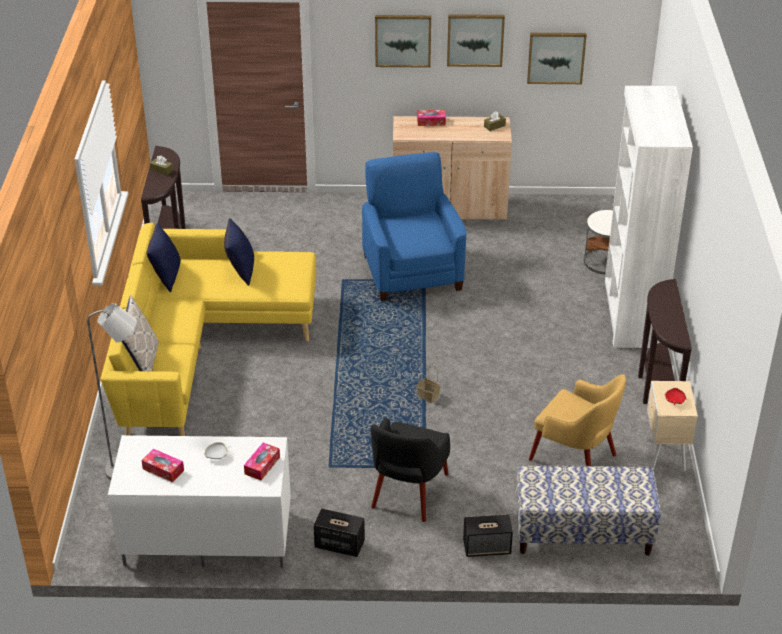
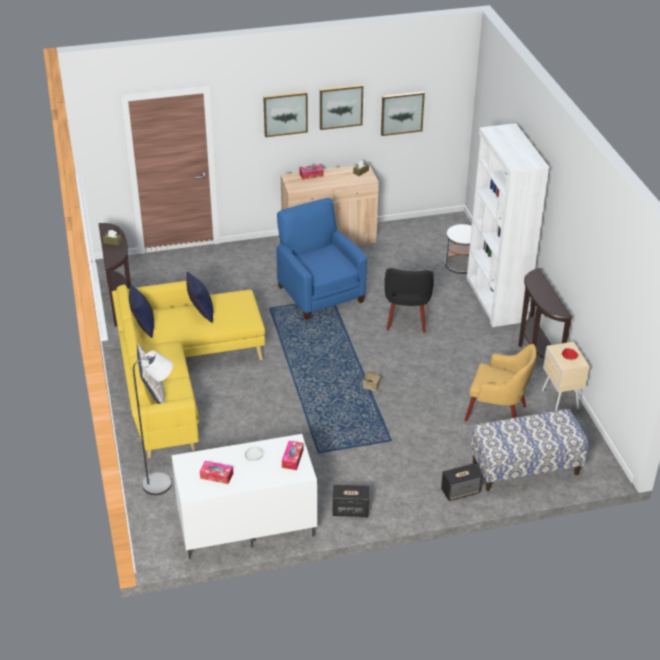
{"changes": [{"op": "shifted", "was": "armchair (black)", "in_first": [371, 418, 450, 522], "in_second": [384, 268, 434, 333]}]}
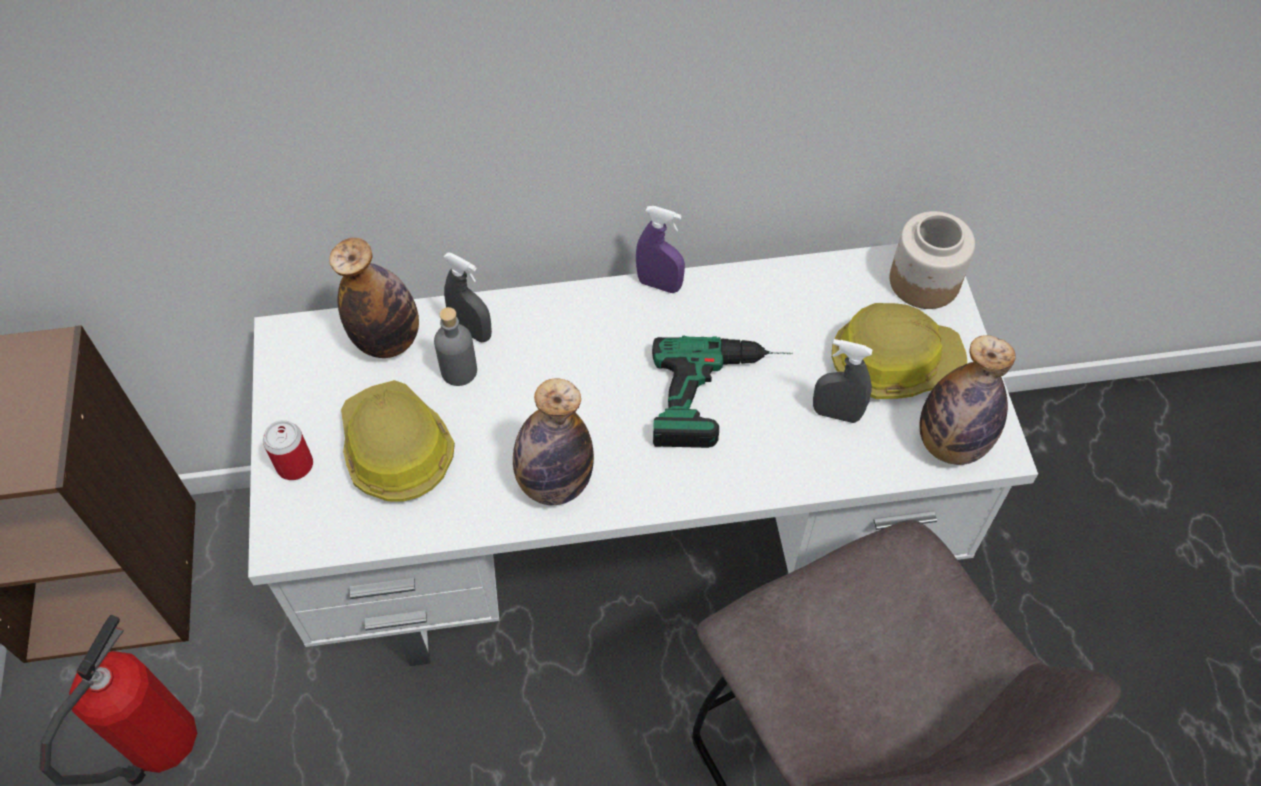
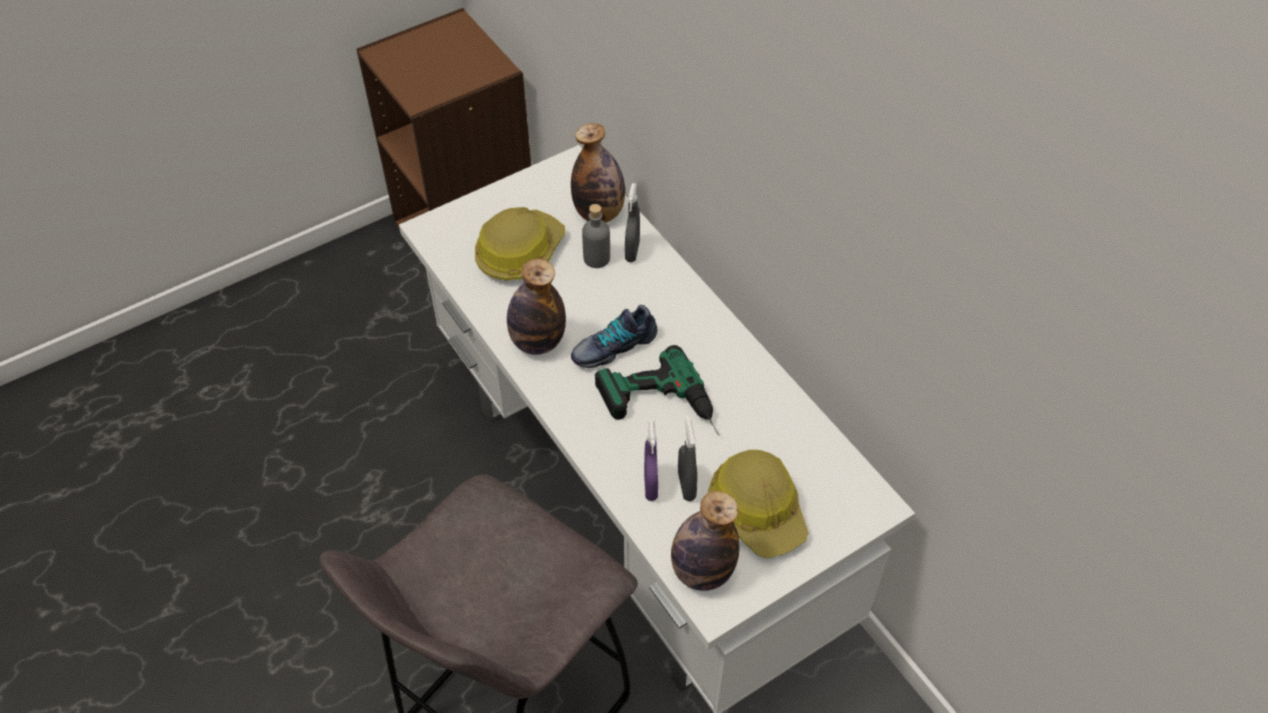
{"changes": [{"op": "new", "now": "low shoe", "in_second": [571, 305, 657, 368]}, {"op": "shifted", "was": "hand sprayer (purple)", "in_first": [636, 206, 685, 293], "in_second": [644, 420, 658, 501]}, {"op": "gone", "was": "fire-fighting cylinder", "in_first": [39, 615, 197, 785]}, {"op": "gone", "was": "metal can", "in_first": [263, 420, 313, 480]}, {"op": "gone", "was": "jar", "in_first": [890, 211, 975, 309]}]}
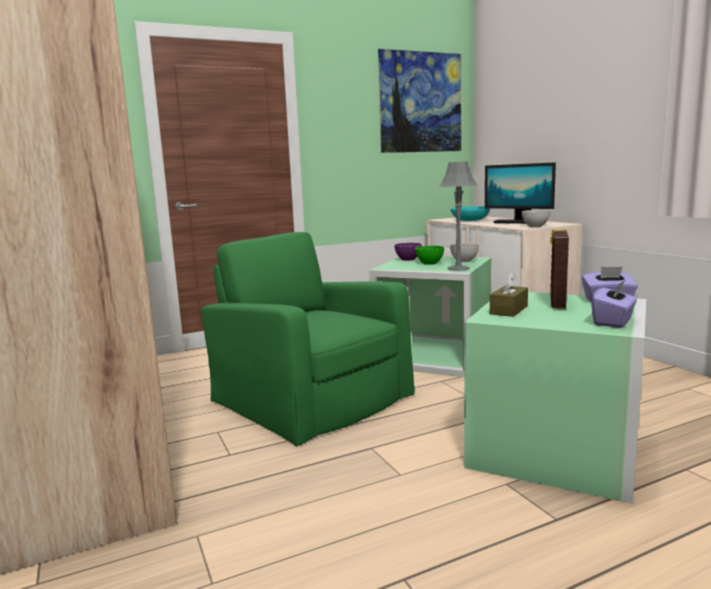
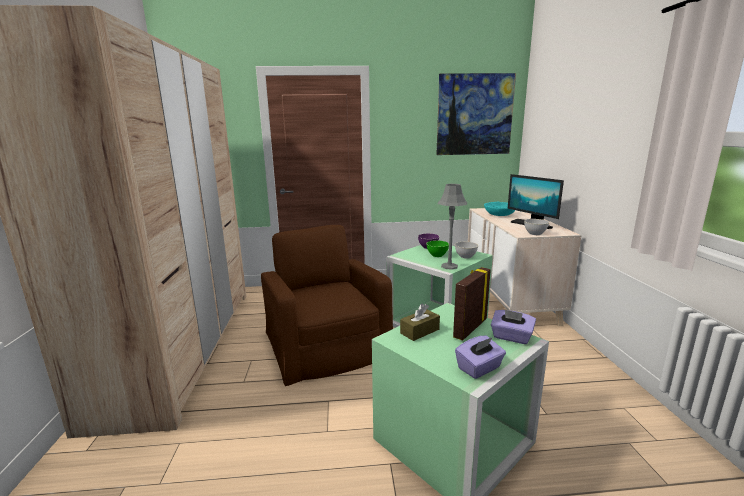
{"changes": [{"op": "repainted", "was": "armchair (green-coloured)", "now": "armchair (brown)", "in_first": [201, 232, 415, 447], "in_second": [261, 225, 393, 386]}]}
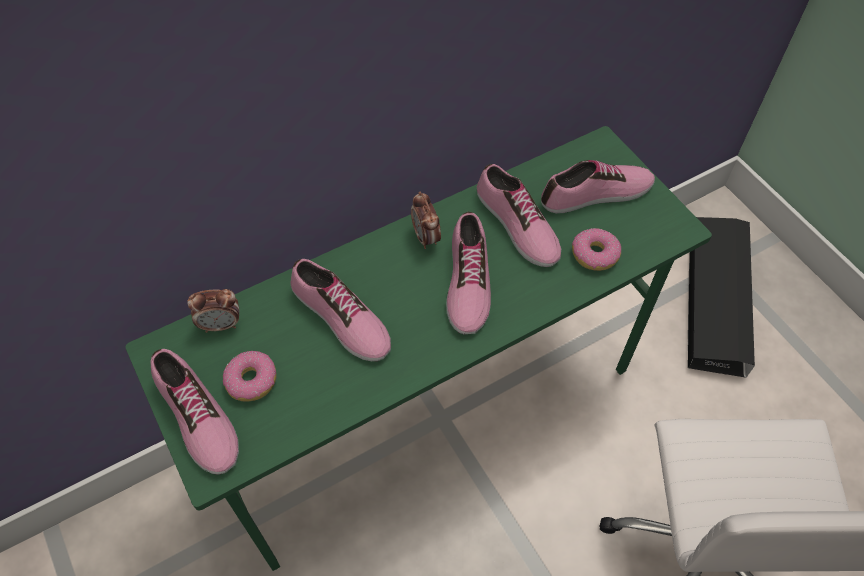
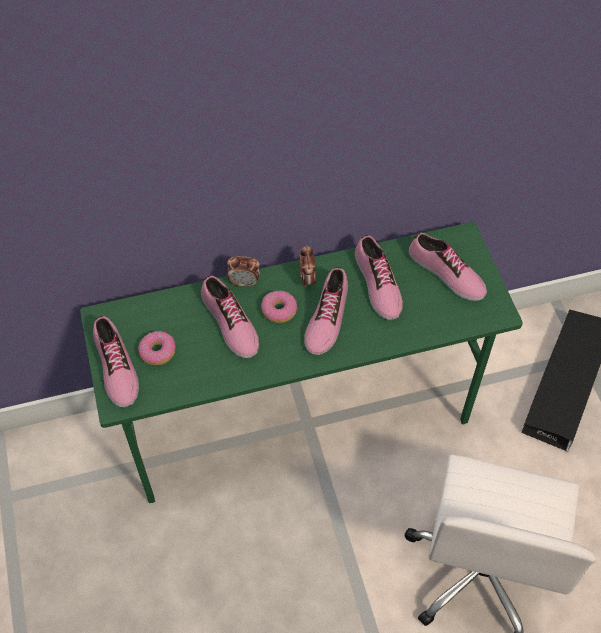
{"changes": [{"op": "shifted", "was": "bedside clock", "in_first": [188, 289, 239, 333], "in_second": [227, 256, 260, 287]}, {"op": "shifted", "was": "donut", "in_first": [572, 228, 621, 271], "in_second": [261, 291, 297, 323]}, {"op": "rotated", "was": "low shoe", "in_first": [541, 160, 655, 213], "in_second": [409, 233, 487, 301], "clockwise": 45}]}
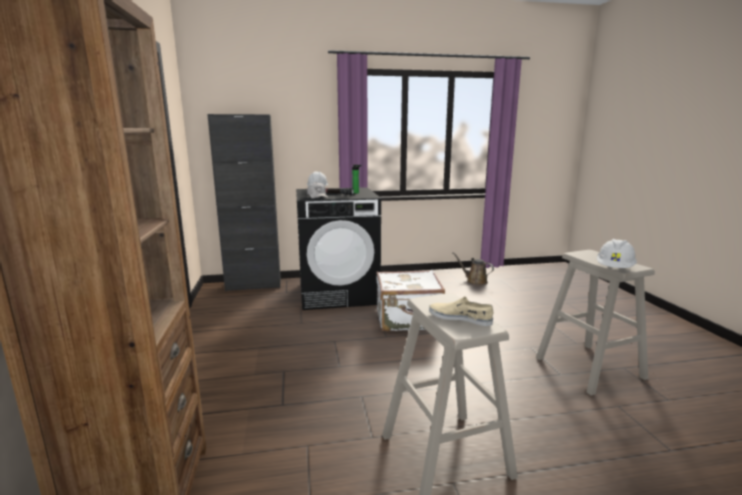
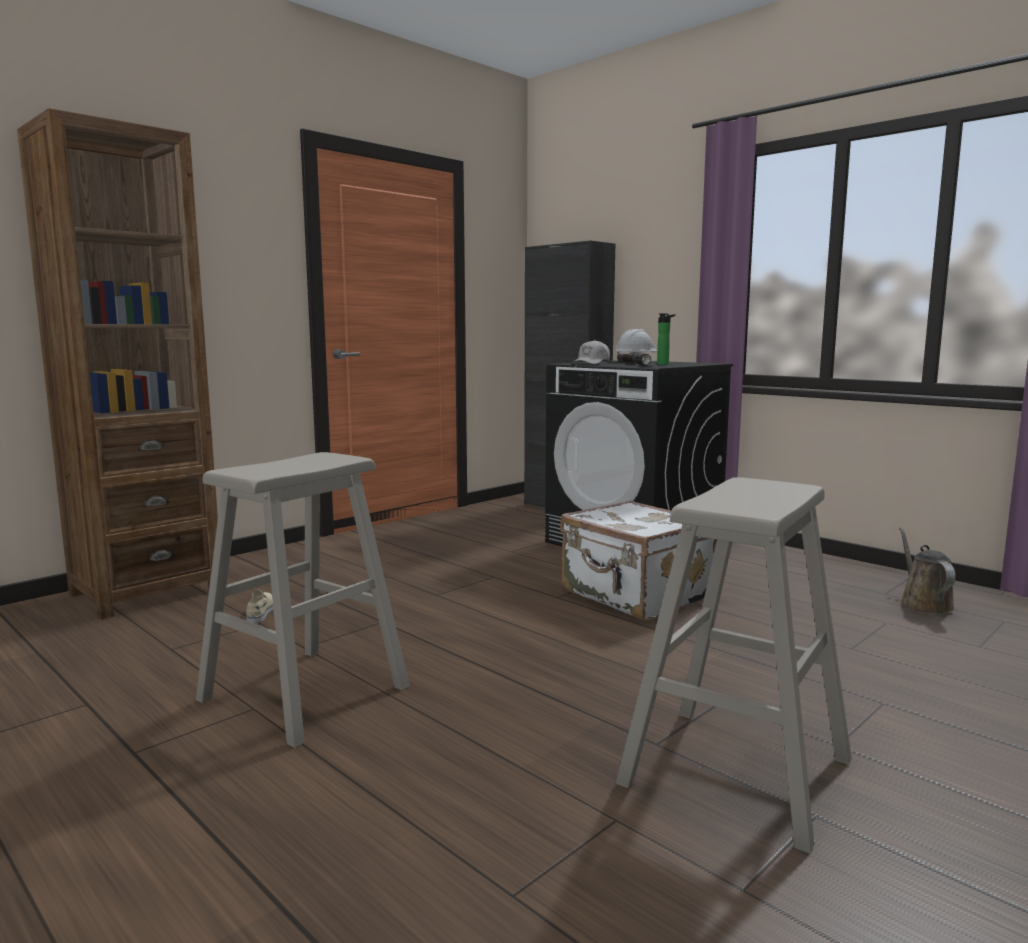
{"changes": [{"op": "shifted", "was": "low shoe (beige)", "in_first": [429, 297, 494, 326], "in_second": [246, 589, 273, 623]}, {"op": "gone", "was": "hard hat (white-coloured)", "in_first": [597, 239, 637, 268]}]}
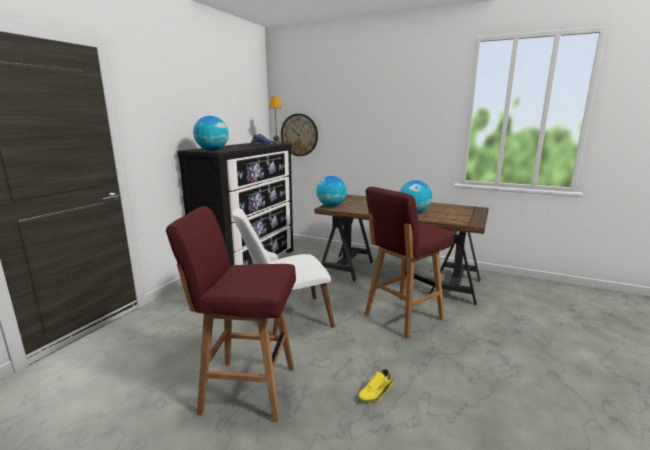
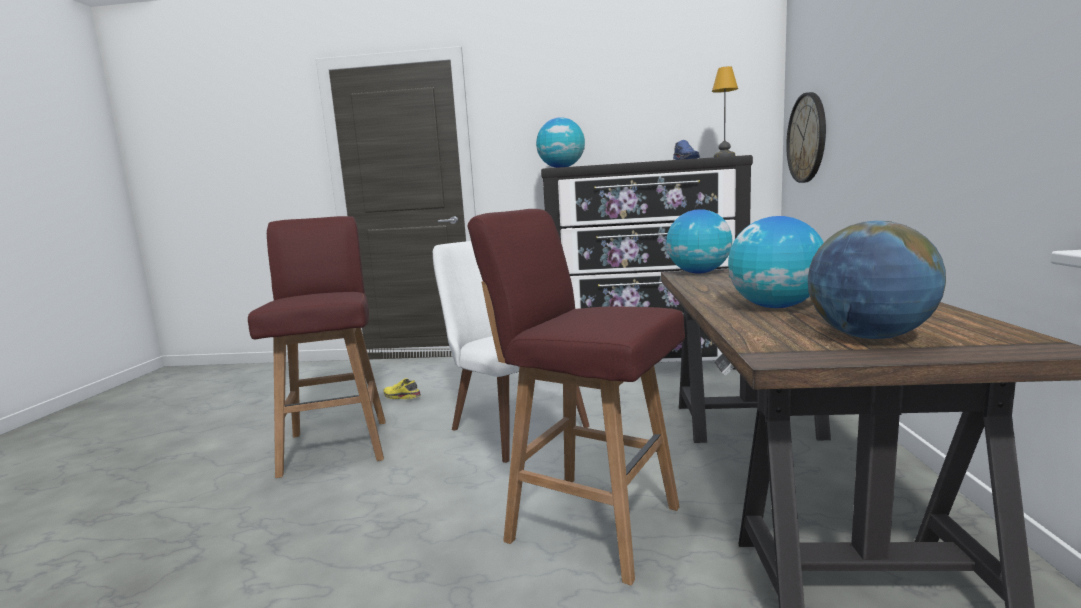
{"changes": [{"op": "shifted", "was": "low shoe (yellowish)", "in_first": [358, 369, 394, 403], "in_second": [383, 378, 421, 399]}, {"op": "new", "now": "desk globe", "in_second": [808, 221, 946, 339]}]}
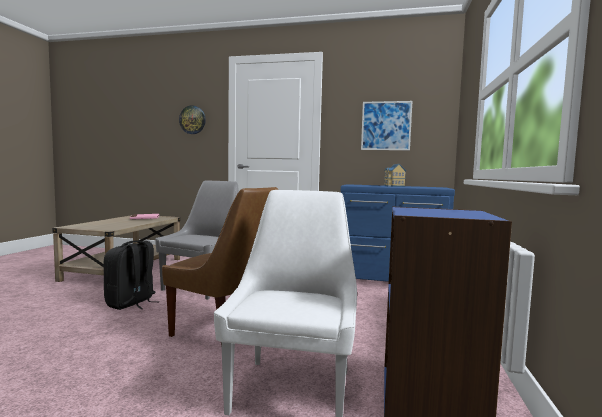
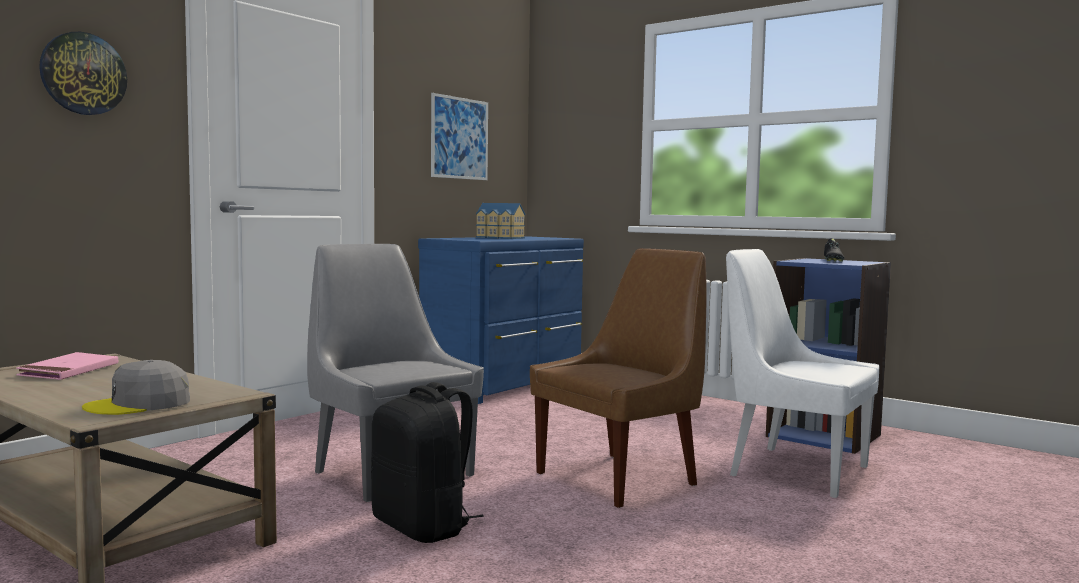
{"changes": [{"op": "new", "now": "cap (gray)", "in_second": [82, 360, 190, 415]}, {"op": "new", "now": "low shoe (black)", "in_second": [824, 238, 845, 262]}]}
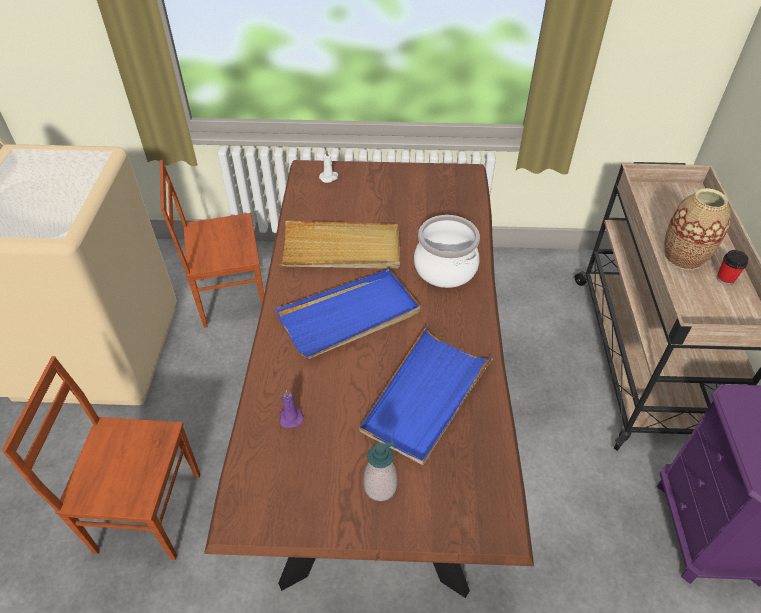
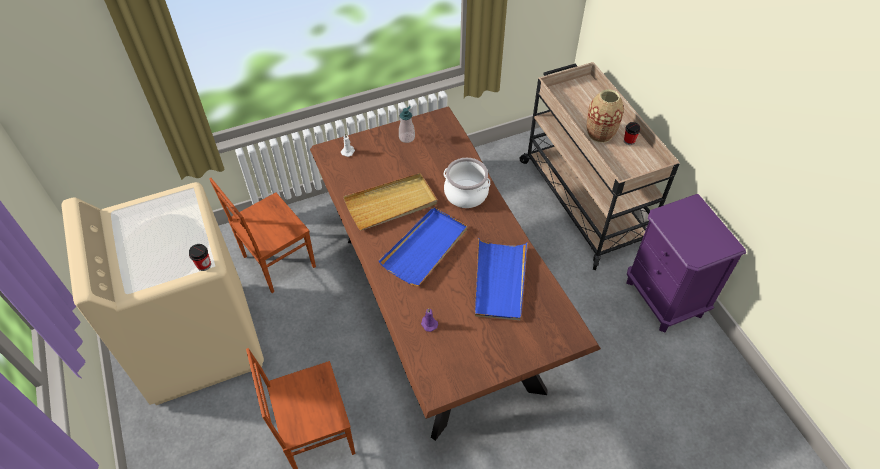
{"changes": [{"op": "new", "now": "small cup", "in_second": [189, 244, 211, 271]}, {"op": "shifted", "was": "soap dispenser", "in_first": [364, 441, 397, 501], "in_second": [399, 106, 415, 143]}]}
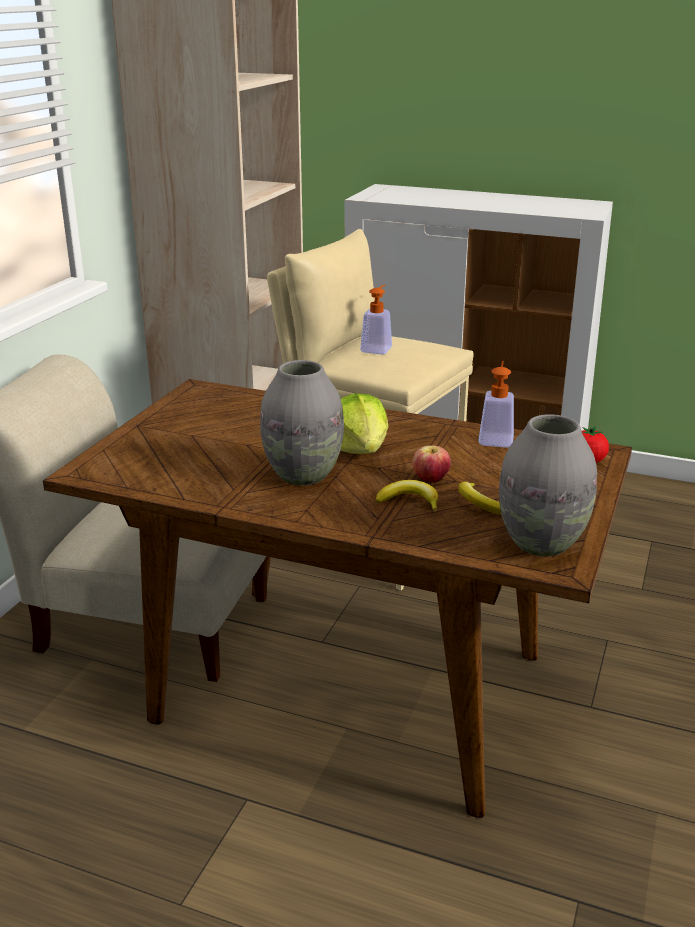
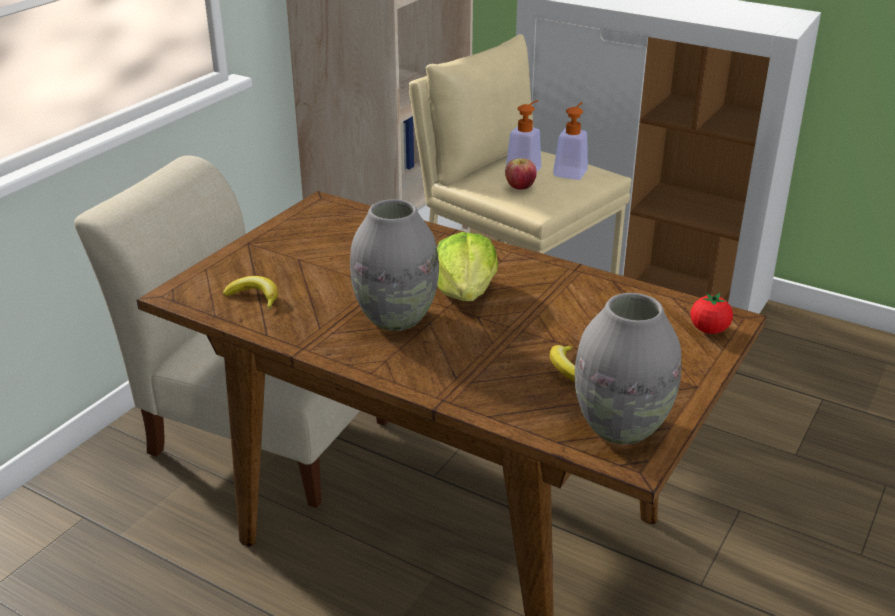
{"changes": [{"op": "shifted", "was": "banana", "in_first": [376, 480, 438, 512], "in_second": [223, 276, 278, 311]}, {"op": "shifted", "was": "apple", "in_first": [413, 446, 451, 483], "in_second": [505, 158, 537, 190]}, {"op": "shifted", "was": "soap dispenser", "in_first": [478, 361, 514, 448], "in_second": [553, 102, 588, 180]}]}
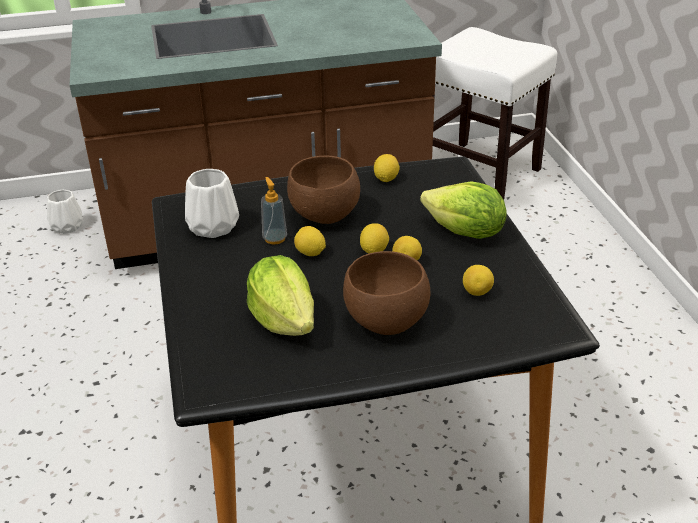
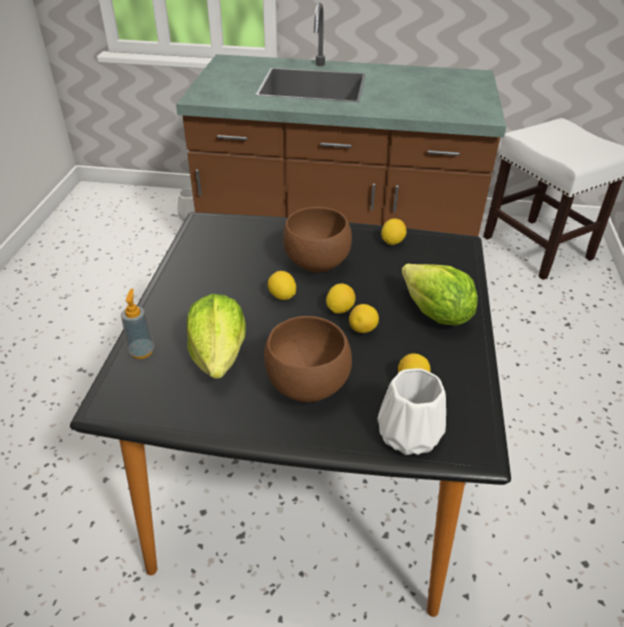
{"changes": [{"op": "shifted", "was": "soap dispenser", "in_first": [261, 177, 287, 245], "in_second": [121, 289, 155, 359]}, {"op": "shifted", "was": "decorative vase (white-coloured)", "in_first": [185, 169, 239, 238], "in_second": [377, 368, 446, 455]}]}
